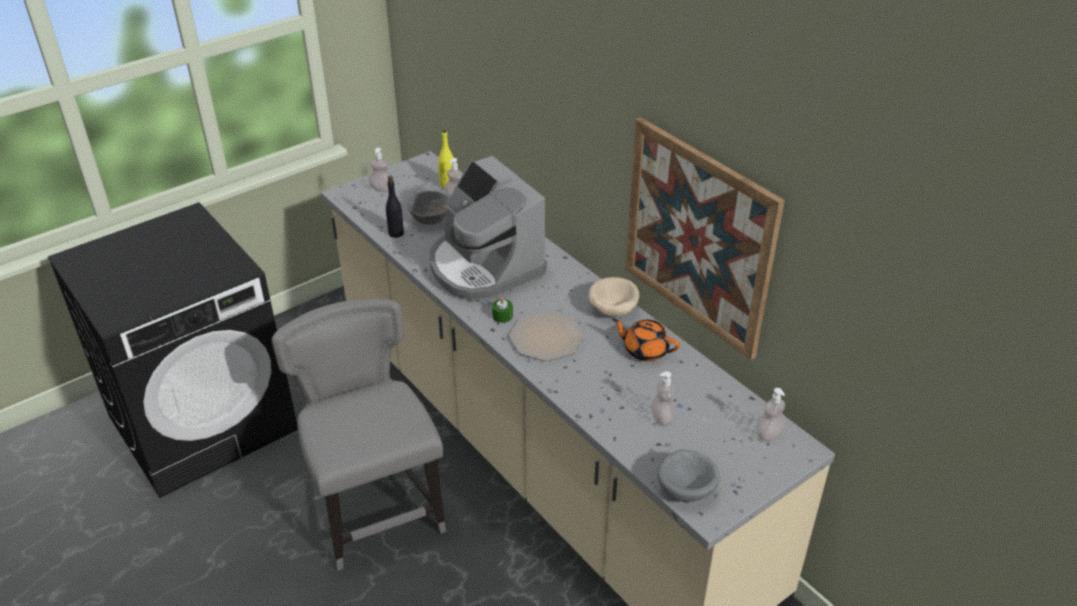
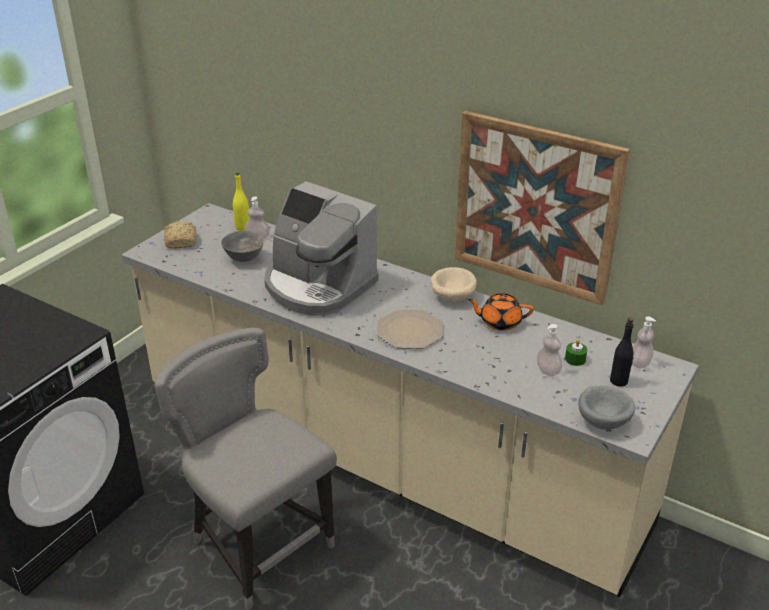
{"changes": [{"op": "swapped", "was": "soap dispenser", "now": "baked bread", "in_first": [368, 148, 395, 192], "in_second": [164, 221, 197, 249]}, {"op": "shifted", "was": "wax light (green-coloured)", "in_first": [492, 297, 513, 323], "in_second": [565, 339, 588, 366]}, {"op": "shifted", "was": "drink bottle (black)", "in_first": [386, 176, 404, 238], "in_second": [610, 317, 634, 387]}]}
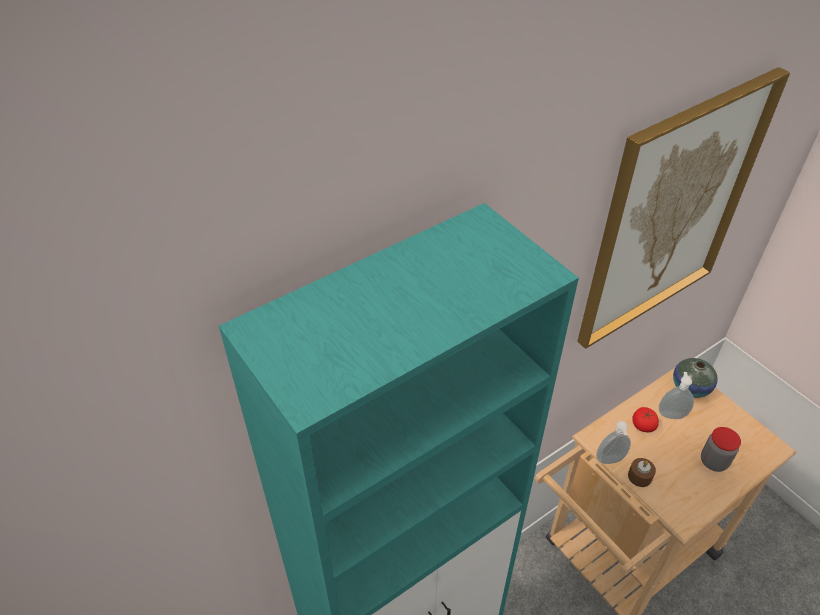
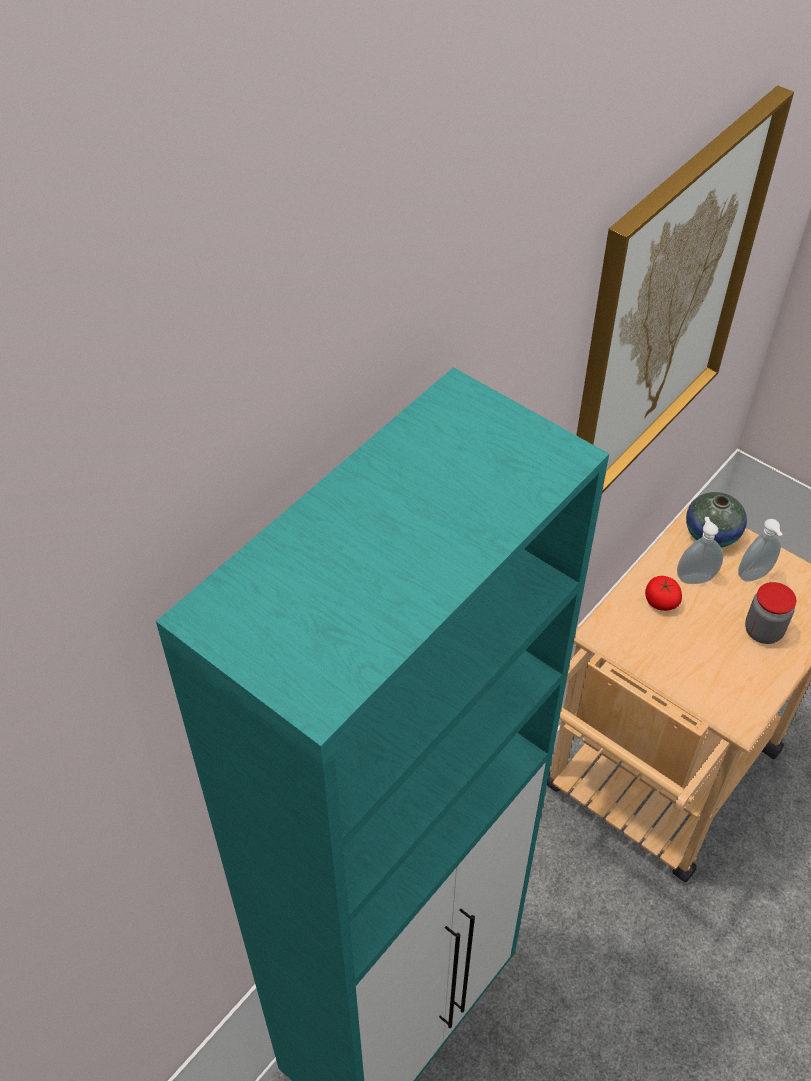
{"changes": [{"op": "shifted", "was": "soap dispenser", "in_first": [596, 421, 631, 464], "in_second": [738, 519, 783, 582]}, {"op": "gone", "was": "wax light (brown)", "in_first": [628, 458, 656, 487]}]}
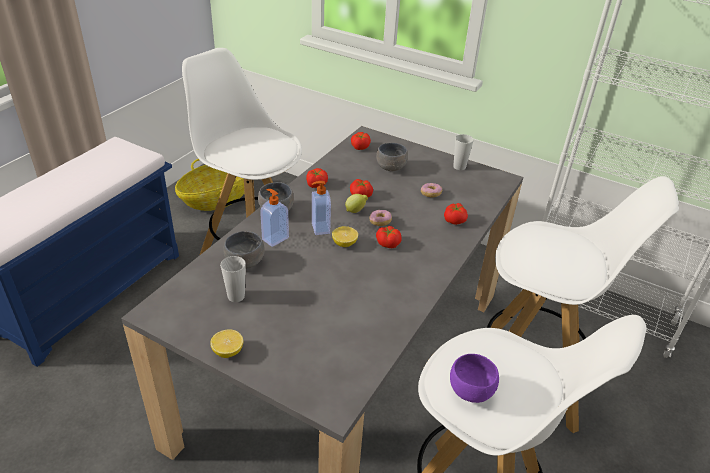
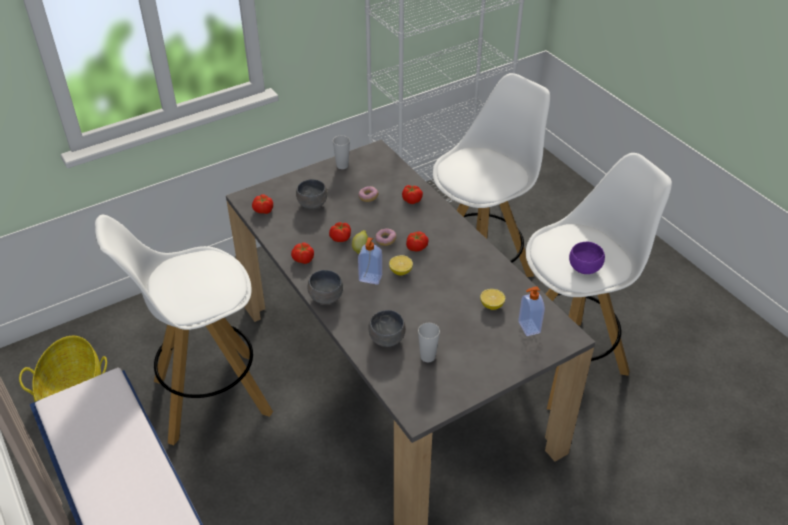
{"changes": [{"op": "shifted", "was": "citrus fruit", "in_first": [210, 329, 243, 358], "in_second": [480, 289, 505, 310]}, {"op": "shifted", "was": "soap dispenser", "in_first": [260, 189, 289, 247], "in_second": [518, 286, 545, 336]}]}
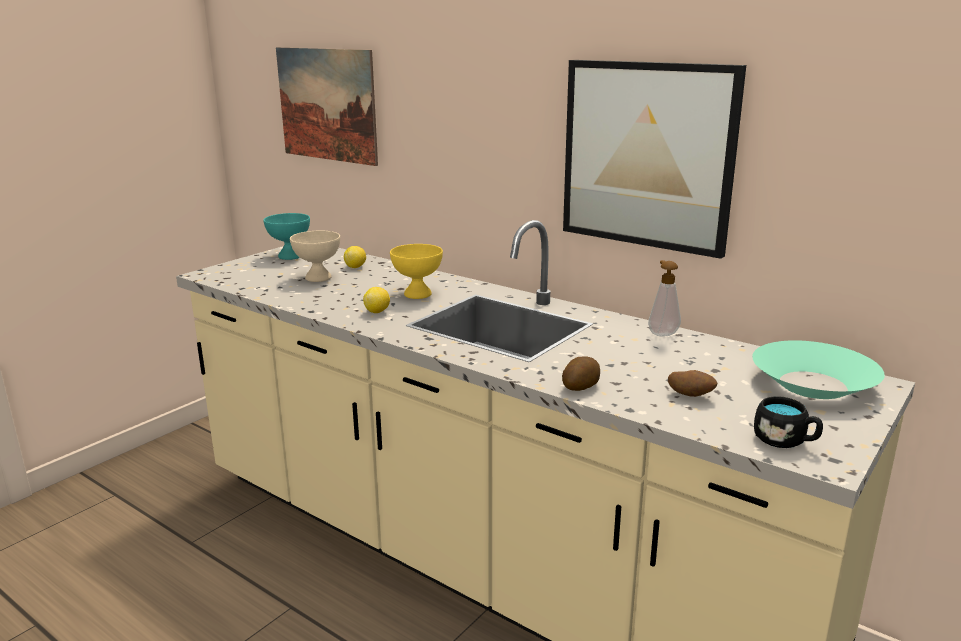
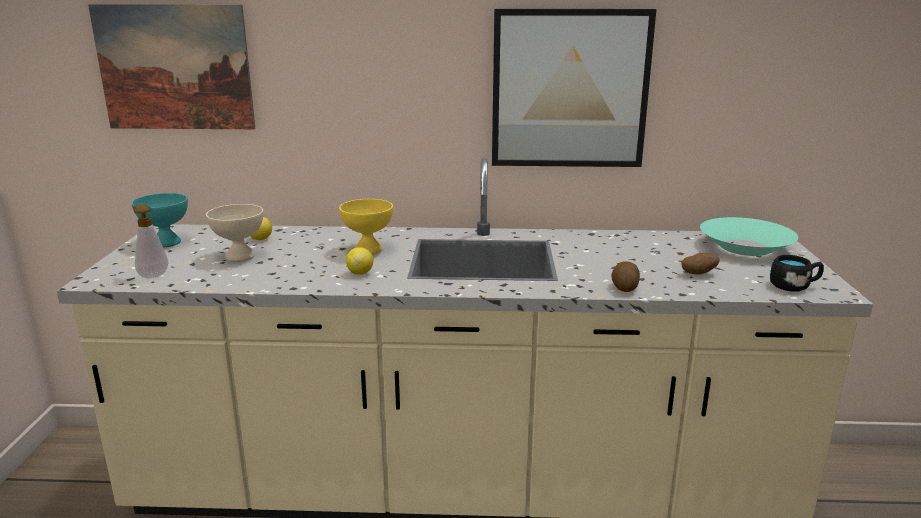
{"changes": [{"op": "shifted", "was": "soap dispenser", "in_first": [648, 260, 681, 336], "in_second": [133, 205, 169, 278]}]}
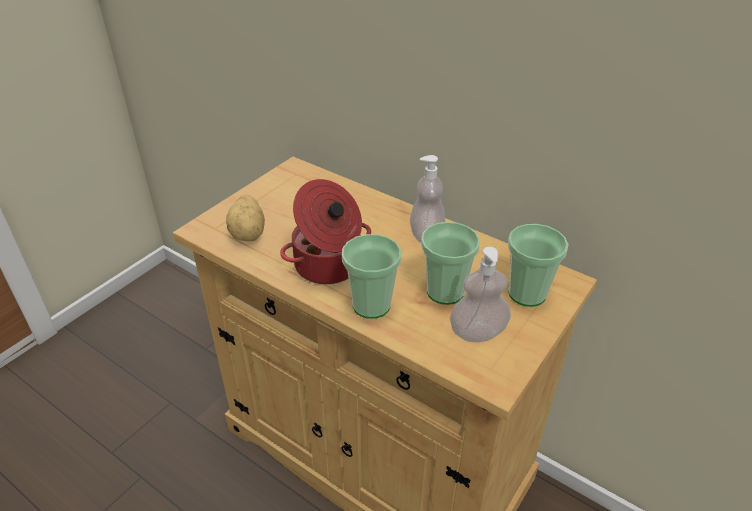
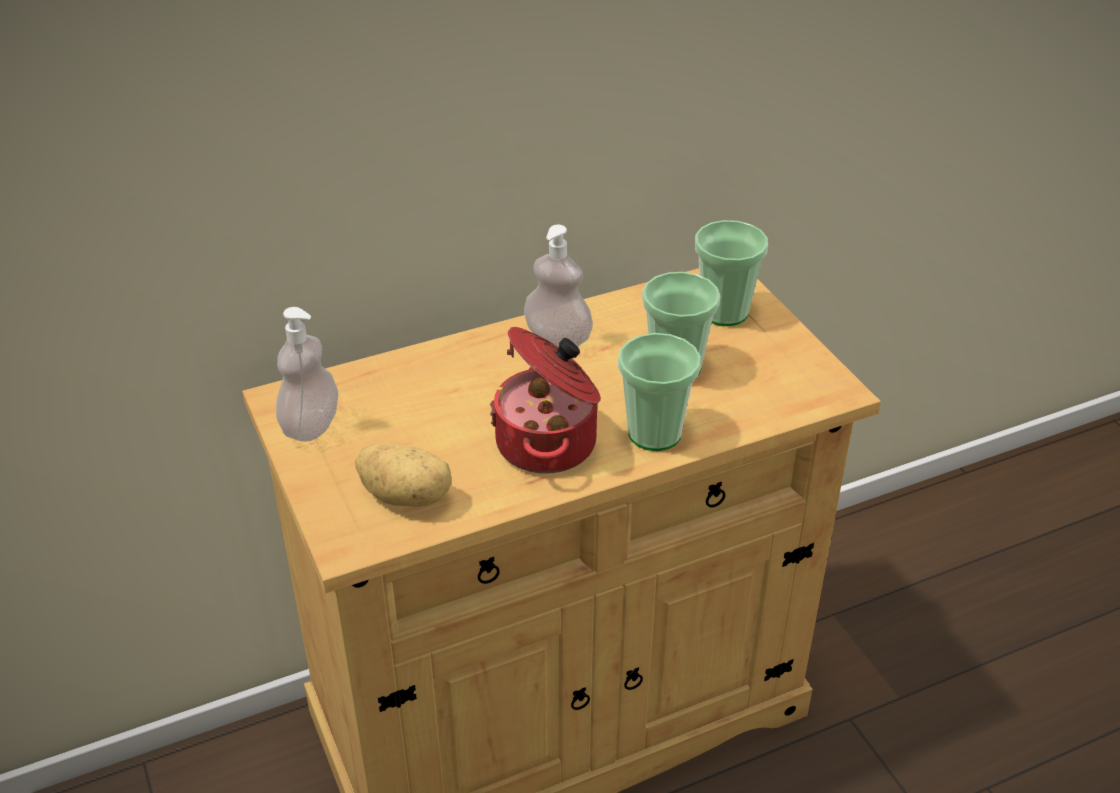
{"changes": [{"op": "shifted", "was": "soap dispenser", "in_first": [450, 247, 511, 342], "in_second": [276, 307, 338, 442]}]}
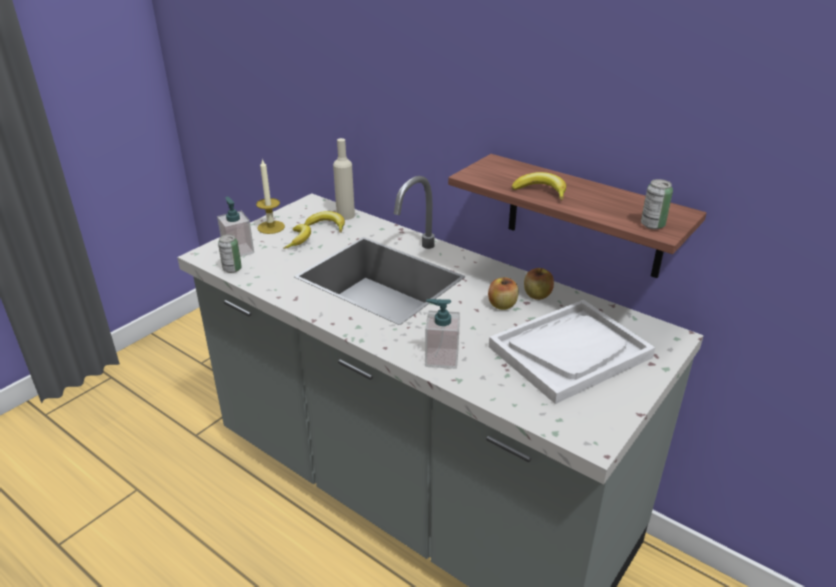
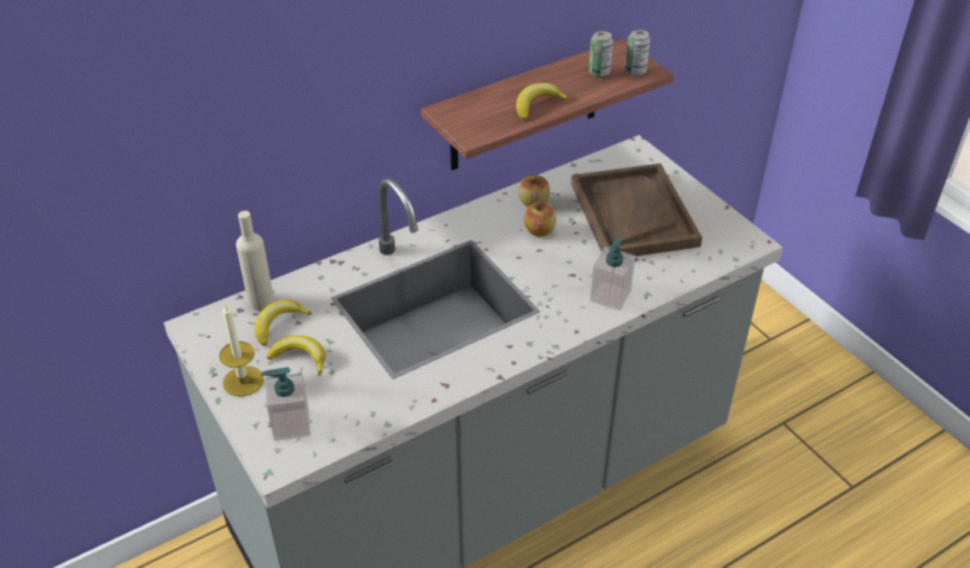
{"changes": [{"op": "repainted", "was": "serving tray (white-coloured)", "now": "serving tray (brown)", "in_first": [489, 300, 655, 404], "in_second": [571, 163, 702, 256]}, {"op": "shifted", "was": "metal can", "in_first": [218, 234, 242, 273], "in_second": [588, 31, 613, 77]}]}
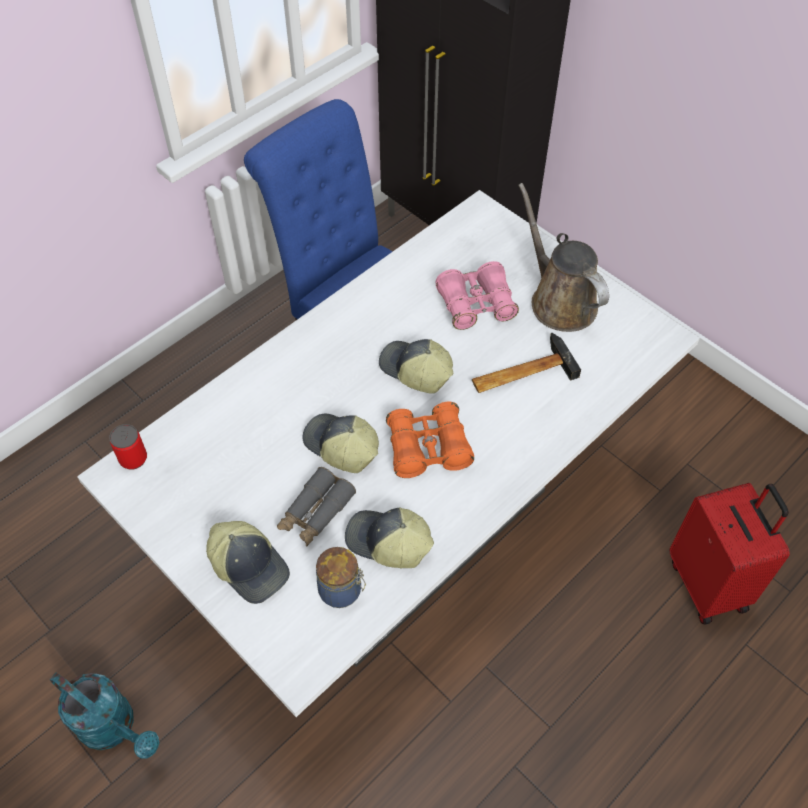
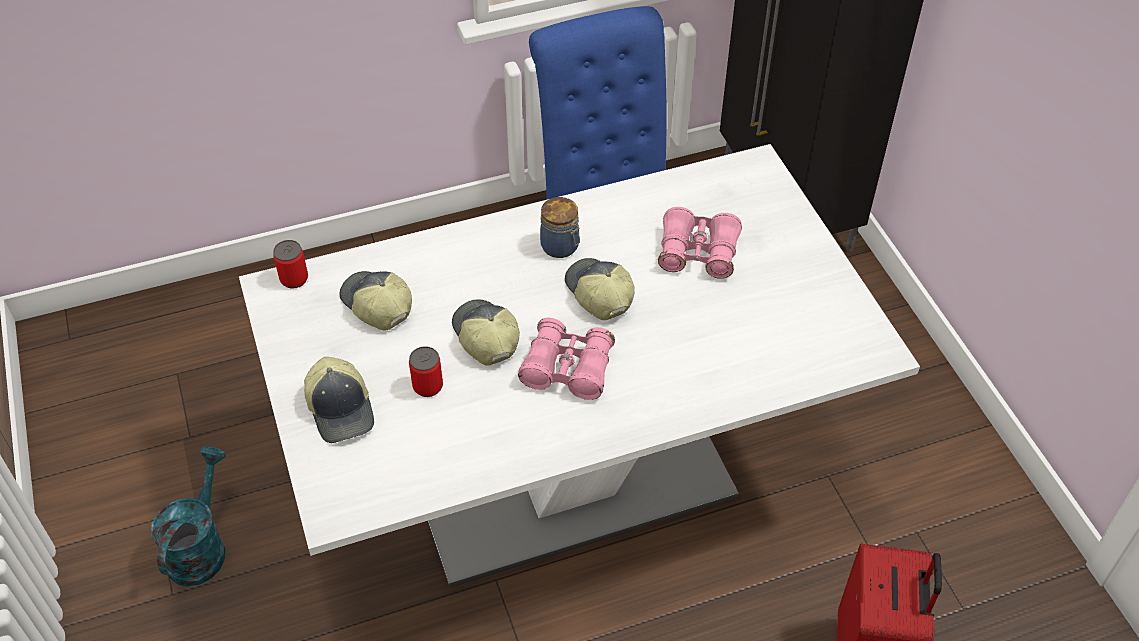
{"changes": [{"op": "rotated", "was": "watering can (turquoise)", "in_first": [50, 673, 159, 759], "in_second": [151, 446, 227, 586], "clockwise": -135}, {"op": "shifted", "was": "cap", "in_first": [345, 507, 434, 569], "in_second": [340, 271, 412, 331]}, {"op": "swapped", "was": "binoculars (gray)", "now": "metal can", "in_first": [277, 467, 356, 547], "in_second": [409, 346, 443, 397]}, {"op": "repainted", "was": "binoculars (orange-coloured)", "now": "binoculars (pink-coloured)", "in_first": [386, 402, 474, 478], "in_second": [518, 318, 615, 400]}, {"op": "shifted", "was": "jar", "in_first": [316, 547, 366, 608], "in_second": [540, 197, 580, 258]}, {"op": "gone", "was": "hammer", "in_first": [472, 333, 581, 393]}, {"op": "gone", "was": "watering can (brown)", "in_first": [518, 183, 609, 332]}]}
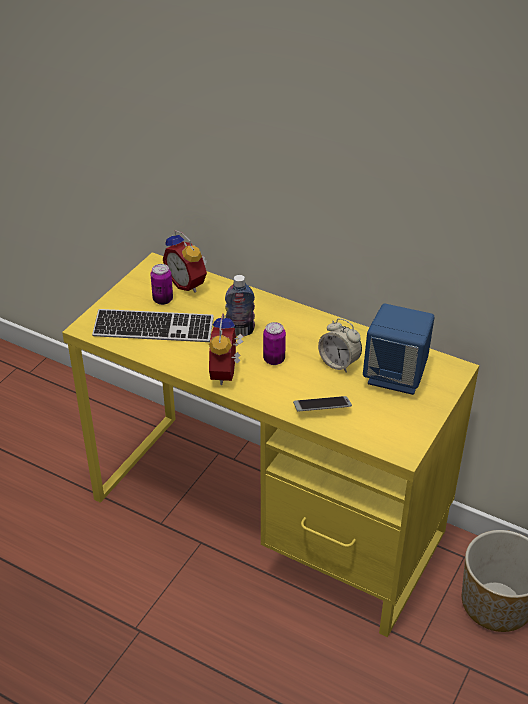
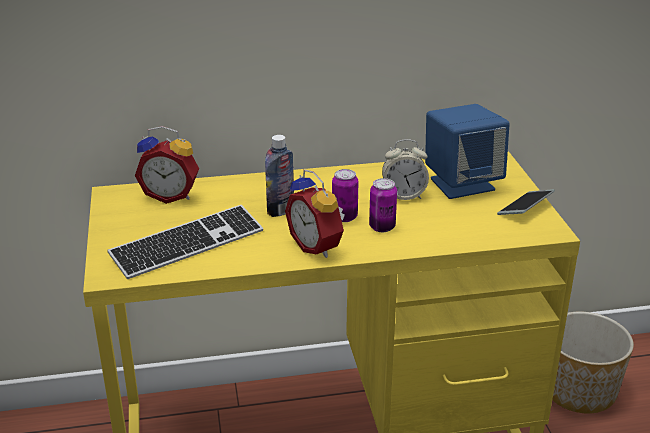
{"changes": [{"op": "shifted", "was": "metal can", "in_first": [150, 264, 173, 305], "in_second": [369, 178, 397, 232]}, {"op": "shifted", "was": "handset", "in_first": [293, 396, 352, 411], "in_second": [497, 189, 555, 215]}]}
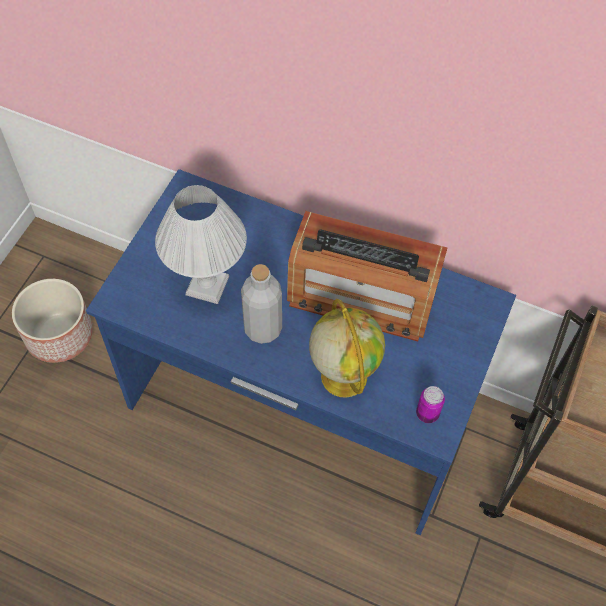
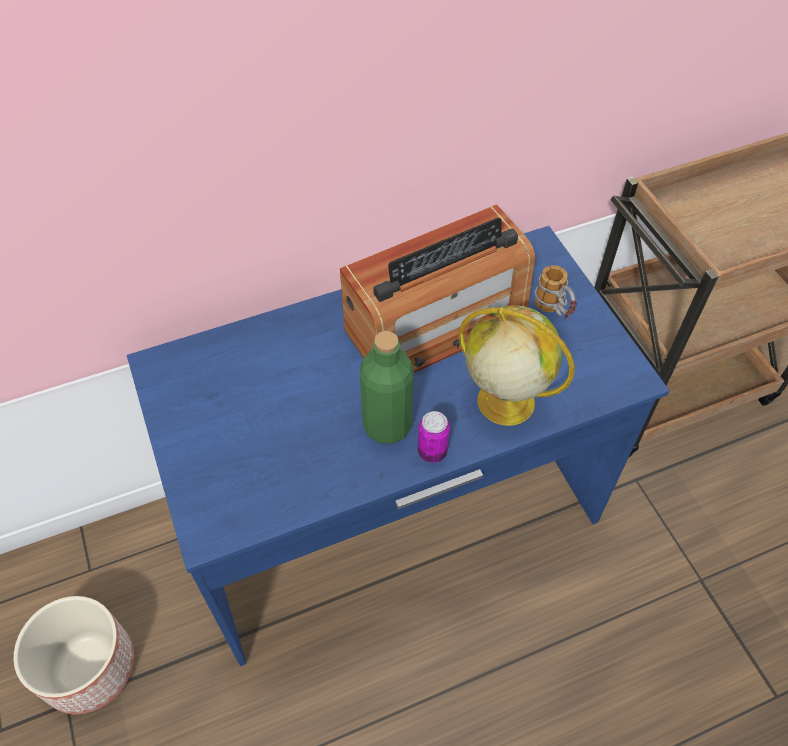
{"changes": [{"op": "repainted", "was": "drink bottle (gray)", "now": "drink bottle (green-coloured)", "in_first": [241, 264, 282, 344], "in_second": [360, 331, 414, 444]}, {"op": "shifted", "was": "metal can", "in_first": [416, 386, 445, 423], "in_second": [418, 411, 450, 463]}, {"op": "new", "now": "coffee mug", "in_second": [534, 265, 577, 320]}, {"op": "gone", "was": "lamp for a table (white-coloured)", "in_first": [155, 185, 247, 304]}]}
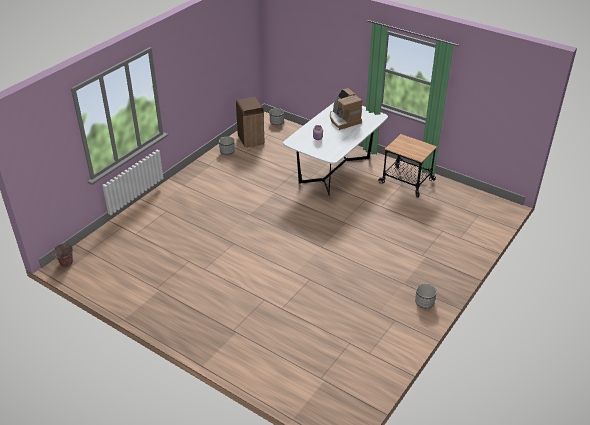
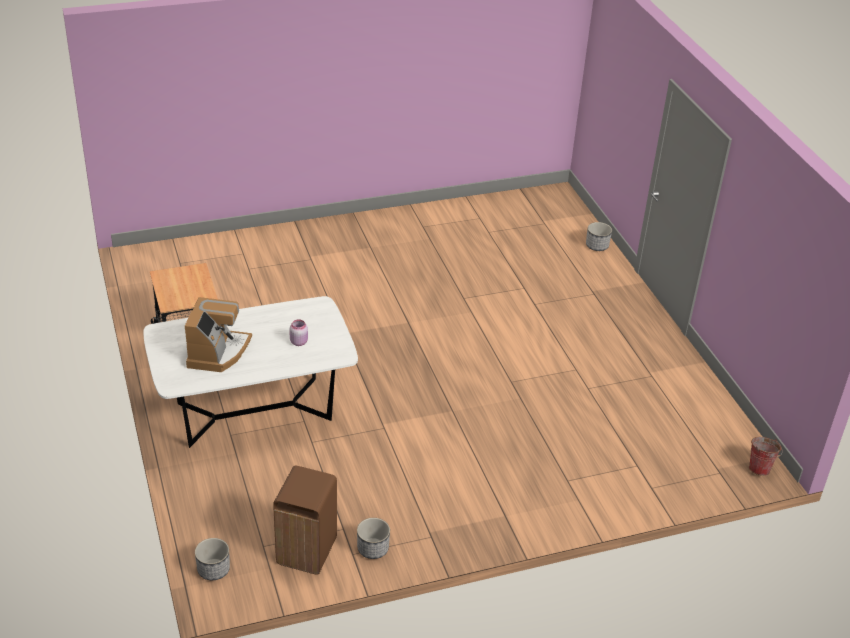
{"changes": [{"op": "shifted", "was": "flower pot", "in_first": [415, 284, 437, 308], "in_second": [586, 222, 612, 251]}]}
